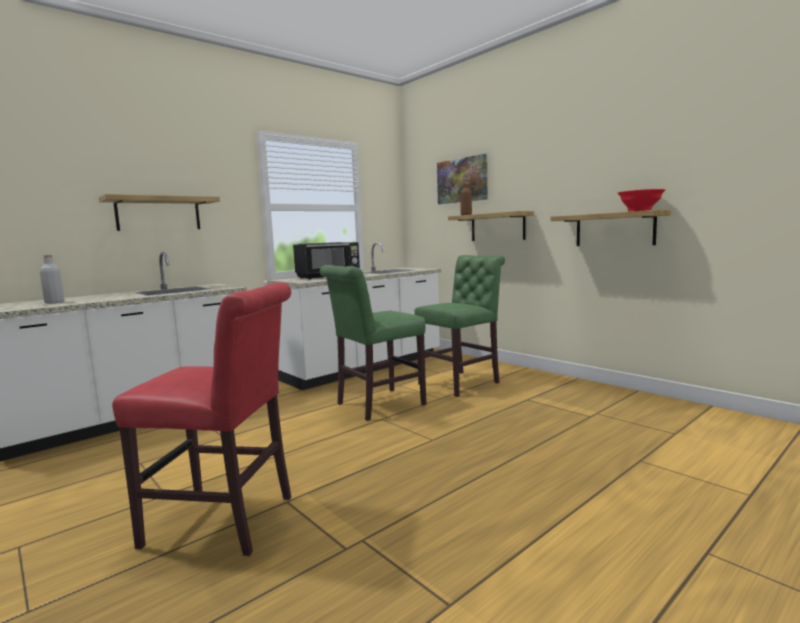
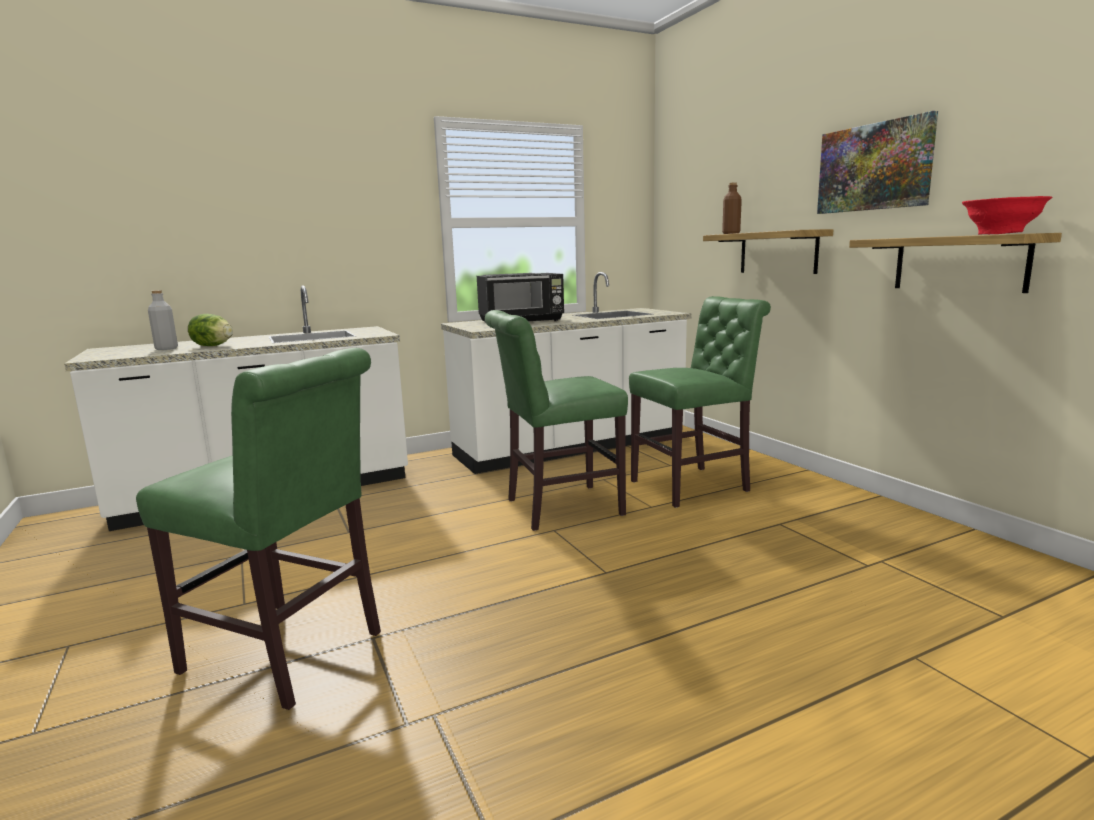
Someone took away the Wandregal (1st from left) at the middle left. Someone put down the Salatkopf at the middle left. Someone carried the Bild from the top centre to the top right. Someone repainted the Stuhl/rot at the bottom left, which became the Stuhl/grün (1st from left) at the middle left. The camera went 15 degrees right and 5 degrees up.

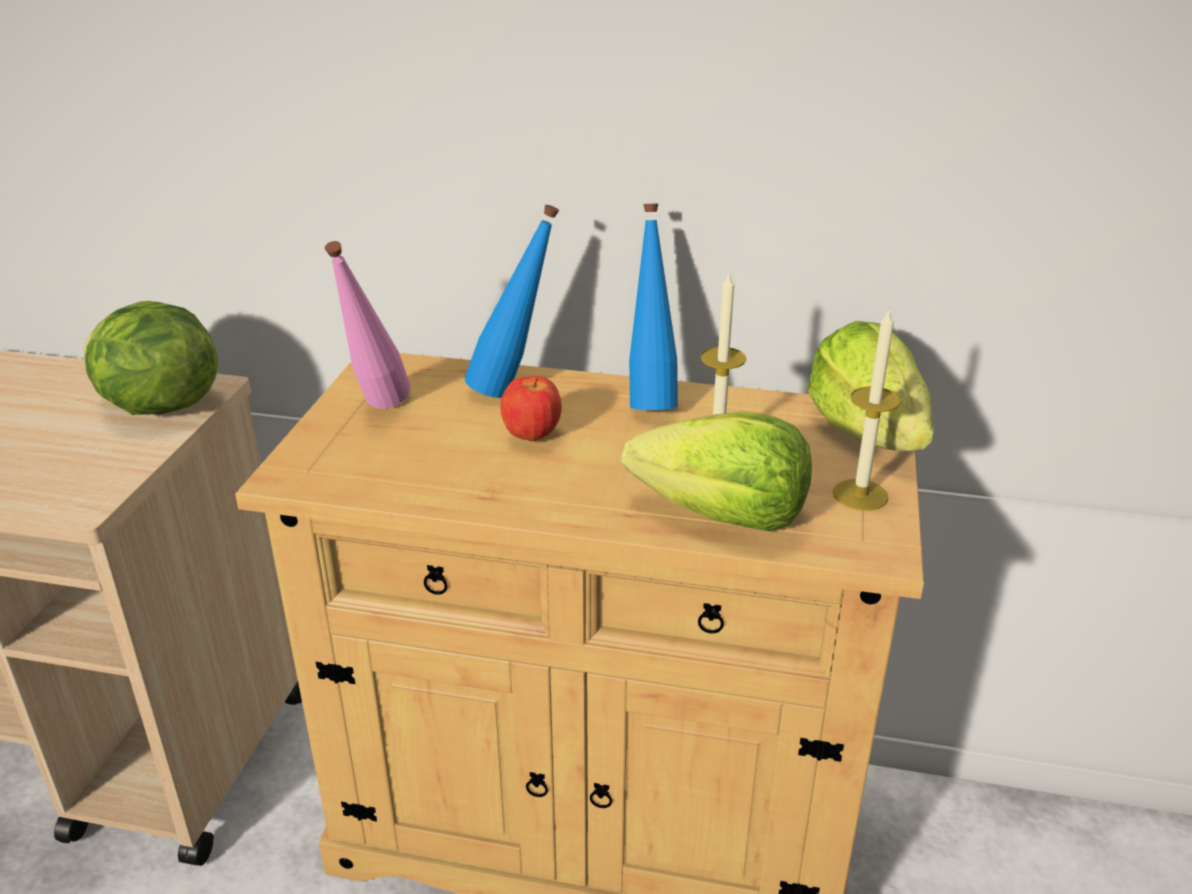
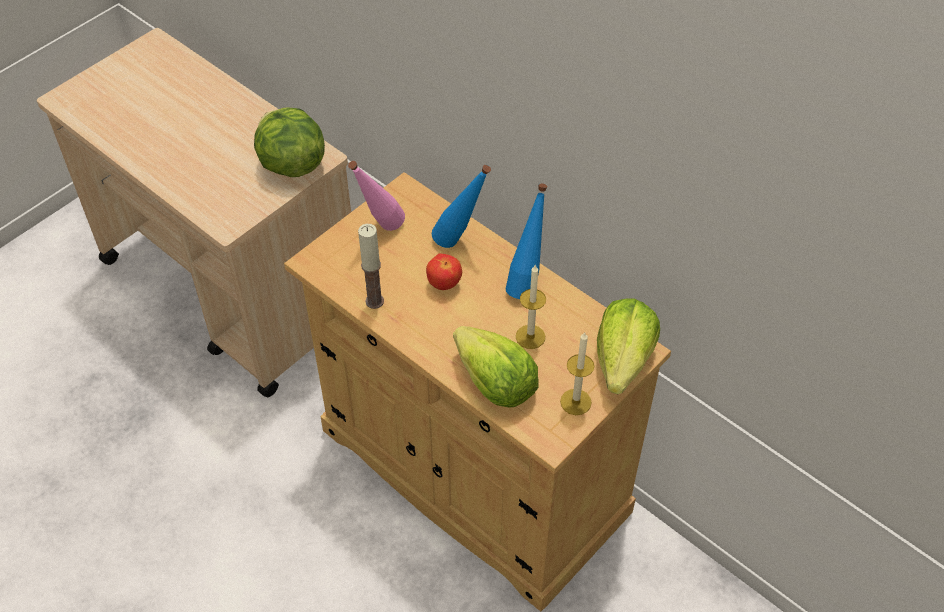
Someone put down the Kerze (1st from left) at the centre. The camera went 30 degrees right and 20 degrees up.

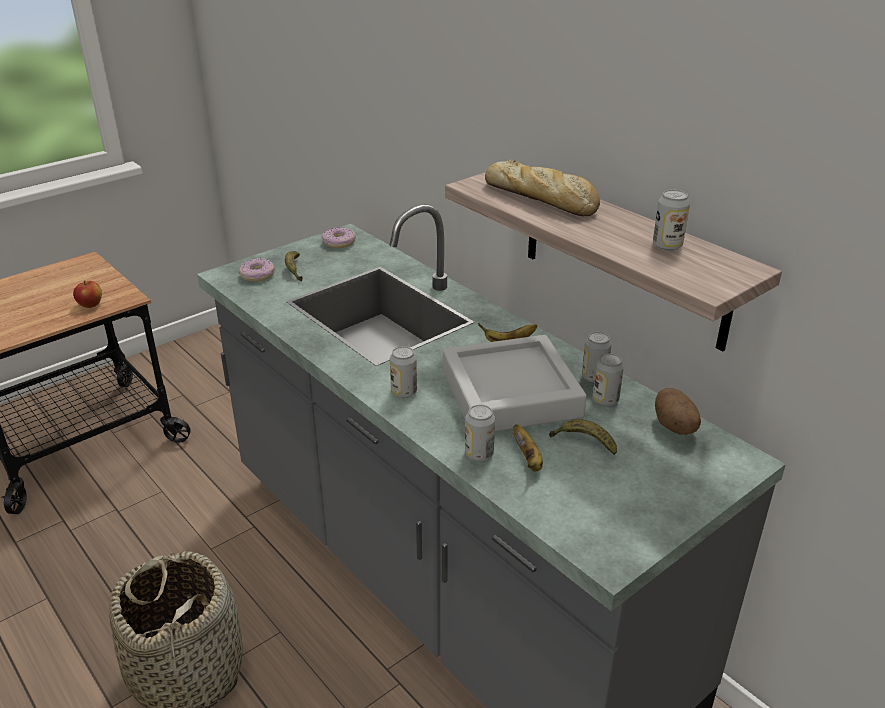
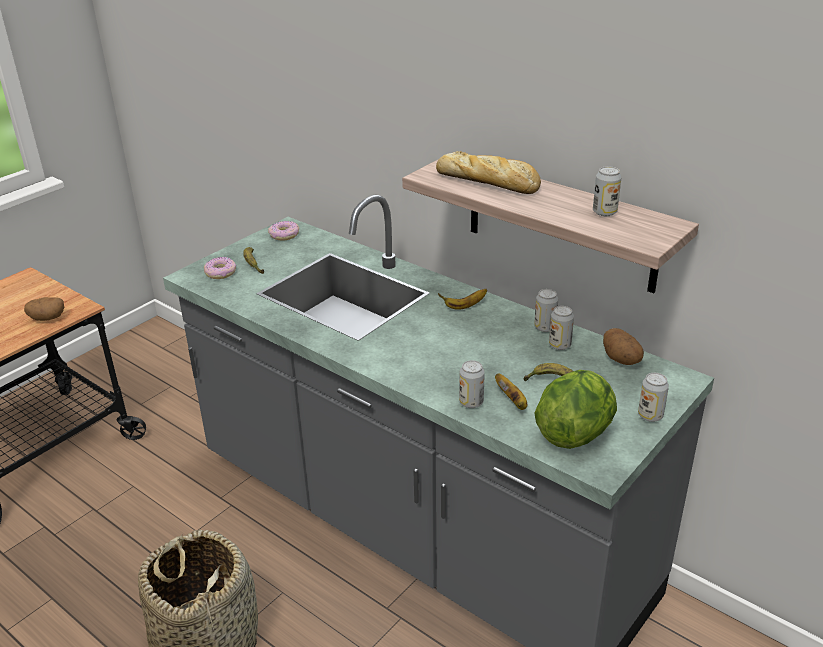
Someone took away the Tablett/grau at the centre. Someone put down the Salatkopf at the middle right. Someone carried the Dose (1st from left in the first image) from the centre to the middle right. Someone swapped the Apfel at the middle left for the Kartoffel (1st from left) at the middle left. The camera went 10 degrees left and 0 degrees up.

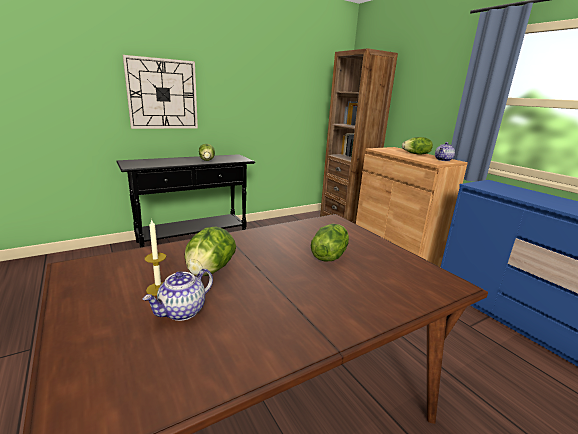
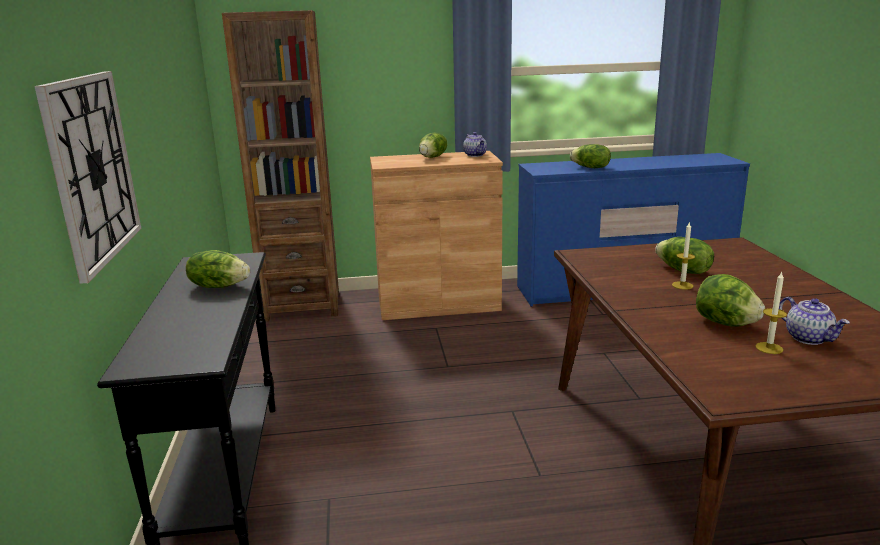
Someone put down the Salatkopf (3rd from left) at the top right. Someone put down the Kerze (1st from left) at the middle right. The camera went 65 degrees left and 0 degrees up.

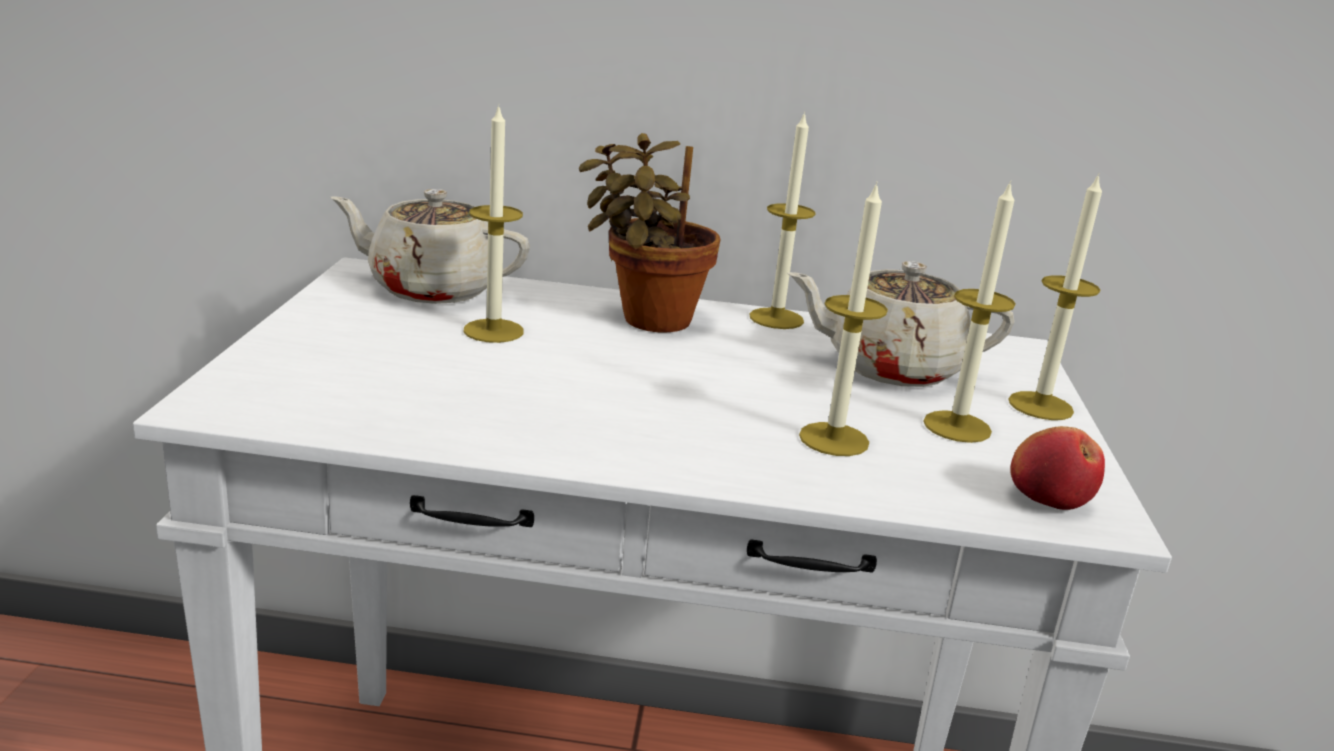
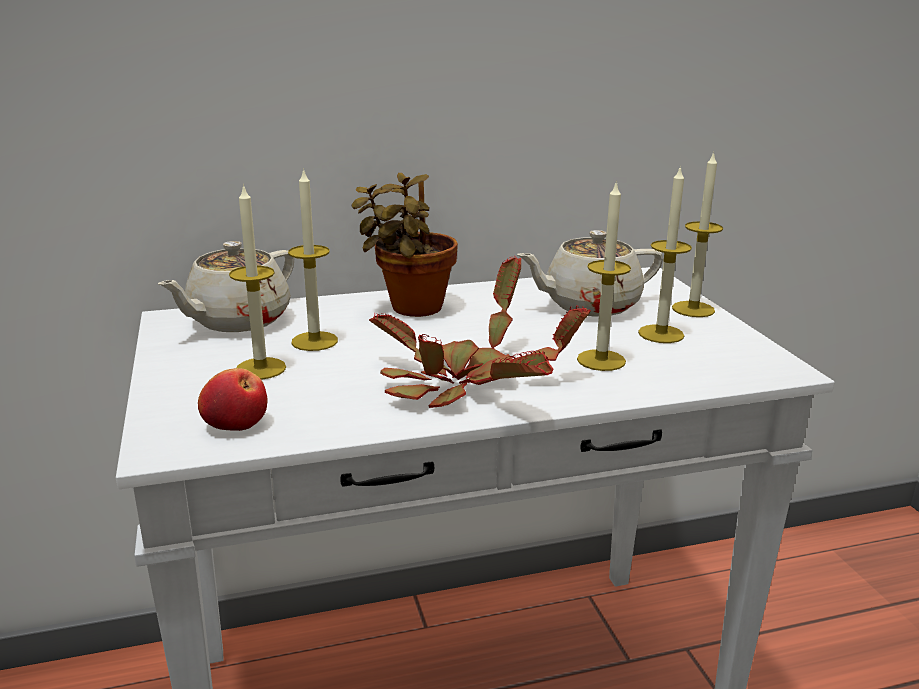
Someone put down the Topfpflanze (2nd from left) at the centre. Someone carried the Kerze (2nd from left in the first image) from the top centre to the middle left. Someone carried the Apfel from the middle right to the middle left. Someone rotated the Teekanne/beige (1st from left) at the top left by 45 degrees counterclockwise. The camera went 20 degrees left and 0 degrees up.

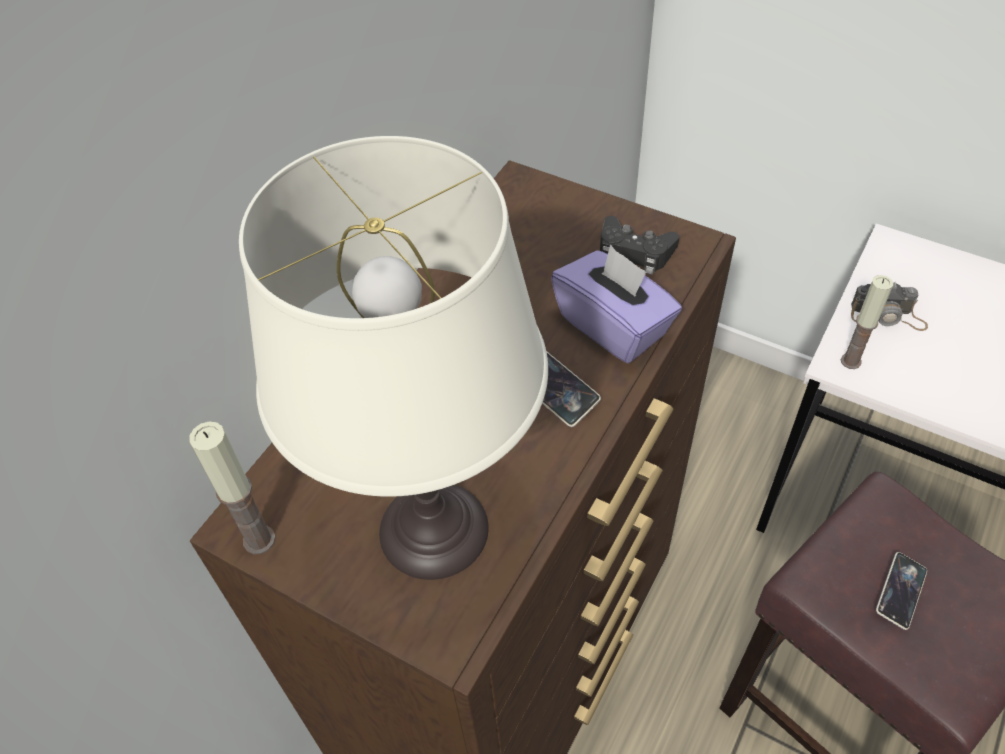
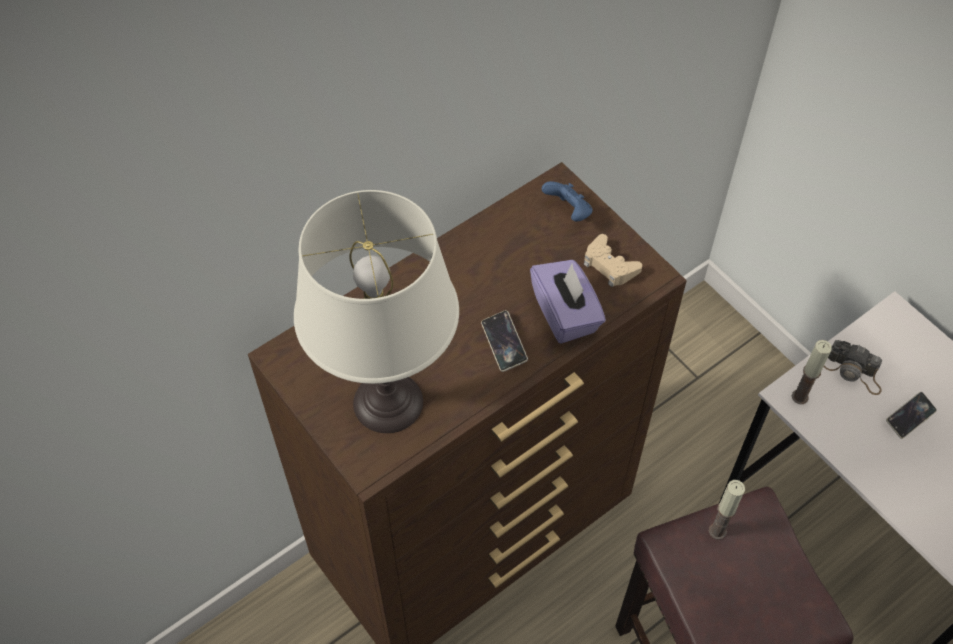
Someone put down the Gamepad/blau at the top centre. Someone carried the Kerze (1st from left) from the middle left to the bottom right. Someone carried the Handy (2nd from left) from the bottom right to the middle right. Someone repainted the Gamepad/schwarz at the top centre, which became the Gamepad/beige at the centre. The camera went 20 degrees right and 5 degrees up.

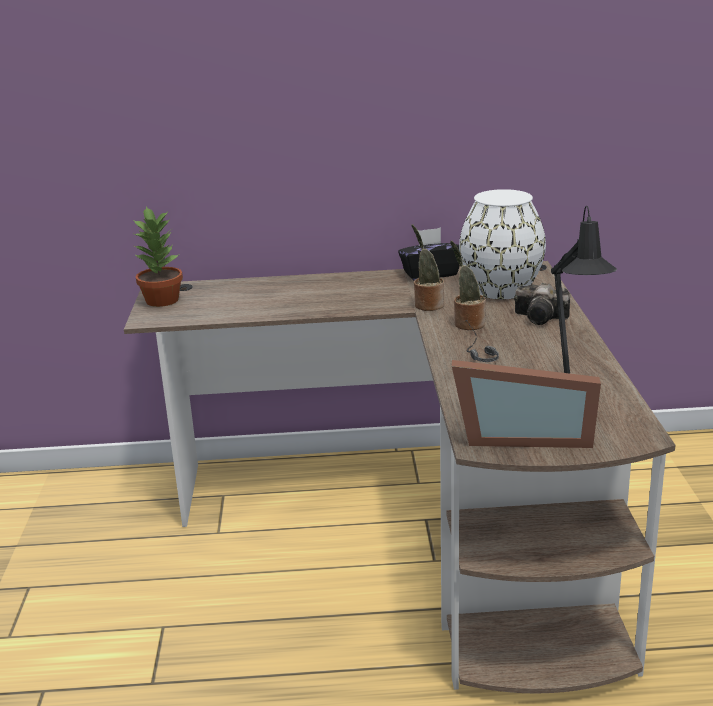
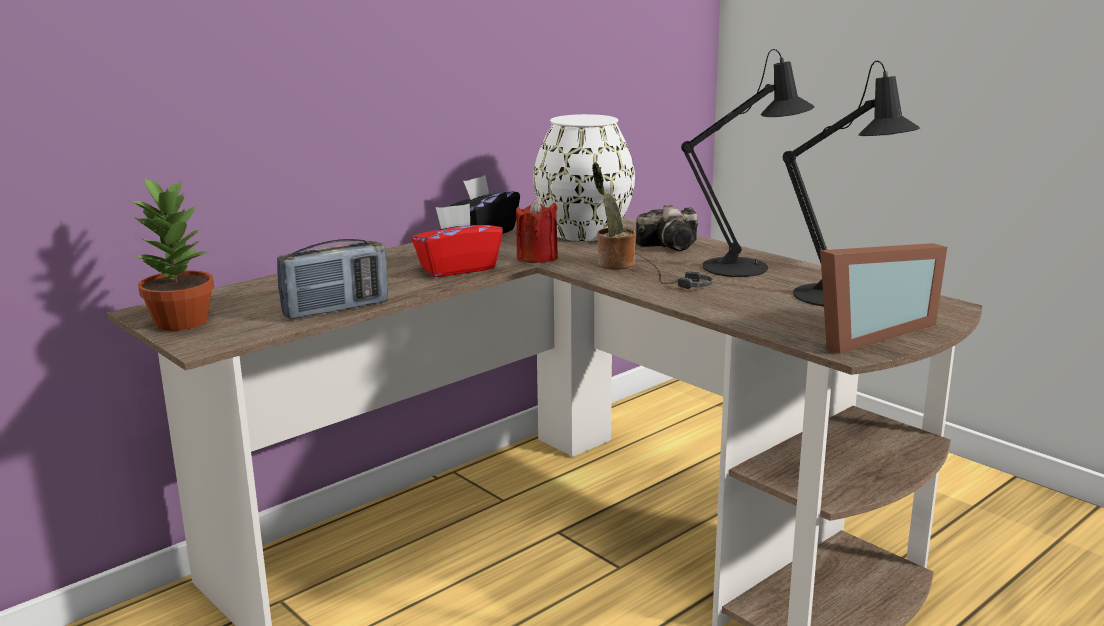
Someone put down the Radio at the middle left. Someone put down the Taschentuchbox/rot at the centre. Someone put down the Tischlampe/schwarz (1st from left) at the top right. Someone swapped the Topfpflanze (2nd from left) at the centre for the Kerze/rot at the centre. The camera went 40 degrees left and 5 degrees down.

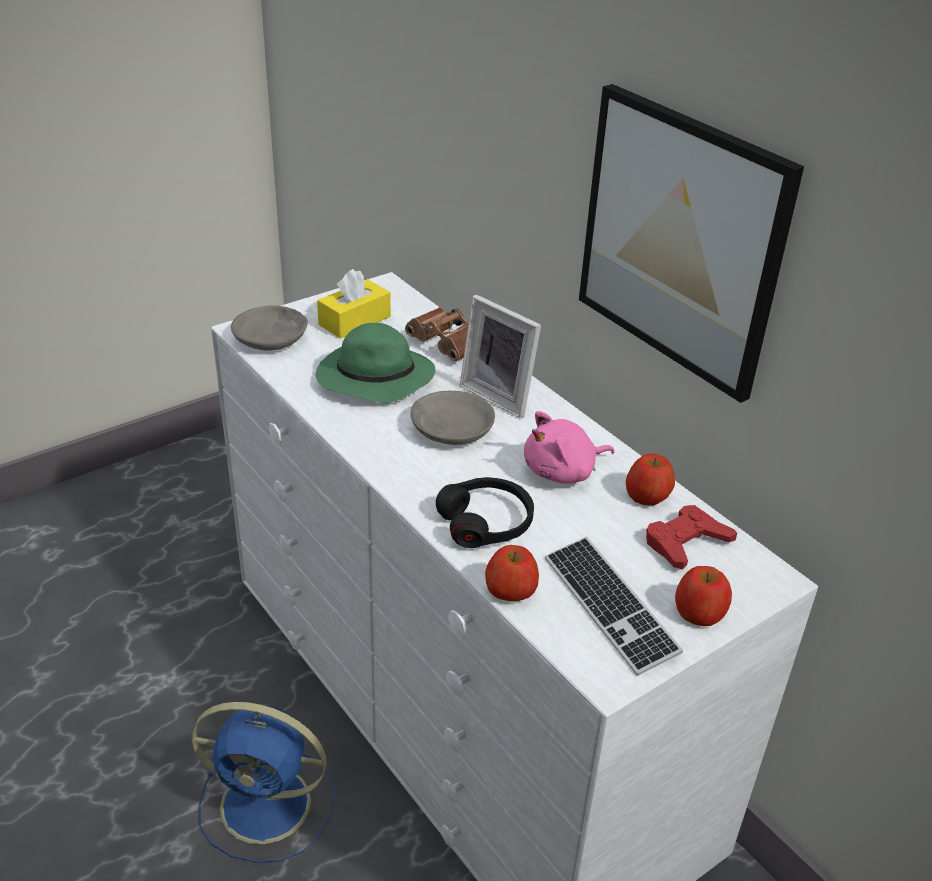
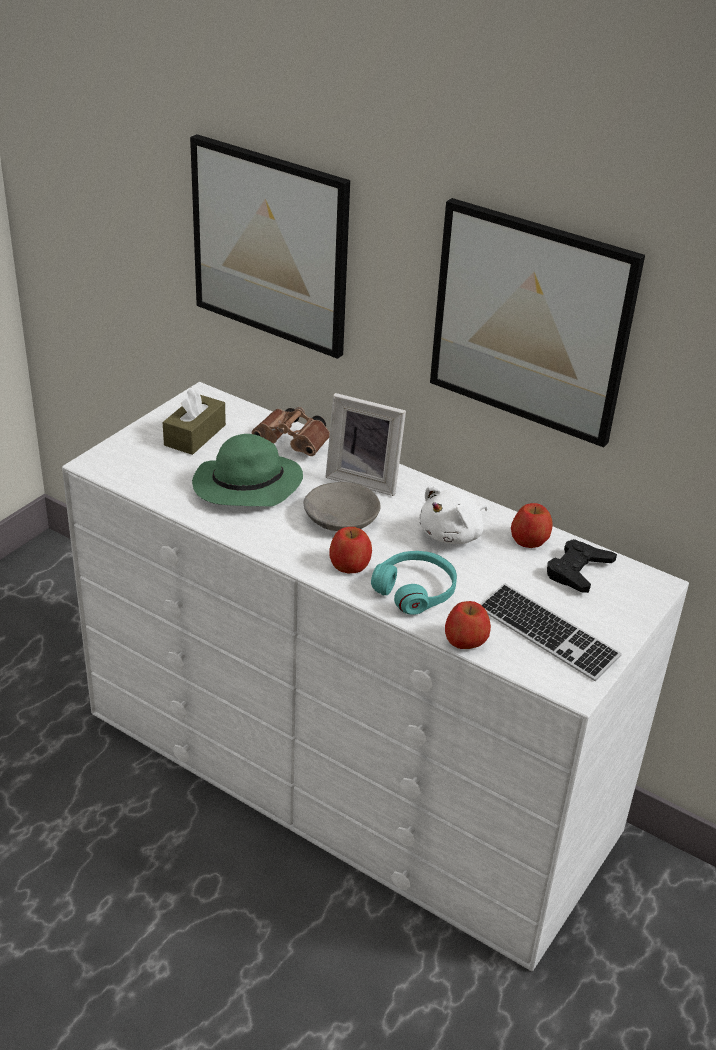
Someone took away the Ventilator/blau at the bottom left. Someone took away the Schüssel/grau (1st from left) at the middle left. Someone put up the Bild (1st from left) at the top centre. Someone carried the Apfel (3rd from left in the first image) from the bottom right to the centre. Someone repainted the Taschentuchbox/gelb at the centre, which became the Taschentuchbox/braun at the middle left. Someone repainted the Kopfhörer/schwarz at the centre, which became the Kopfhörer/türkis at the centre. Someone repainted the Plüschtier/rosa at the centre, which became the Plüschtier/weiß at the centre. Someone repainted the Gamepad/rot at the middle right, which became the Gamepad/schwarz at the middle right. The camera went 20 degrees left and 0 degrees up.

